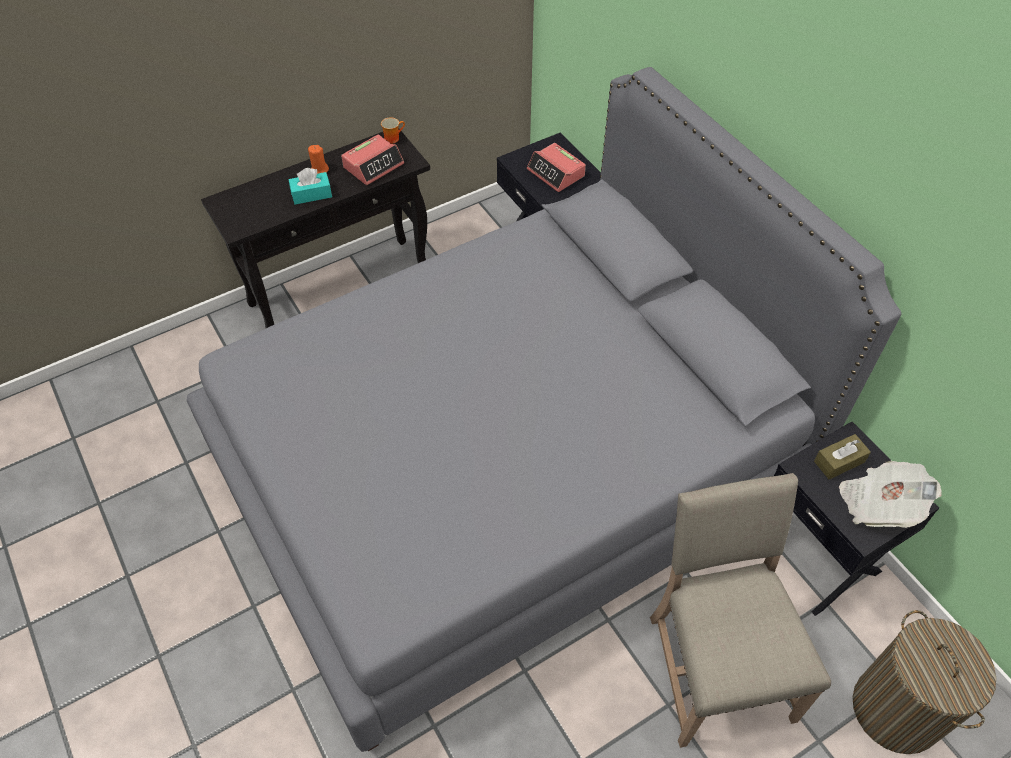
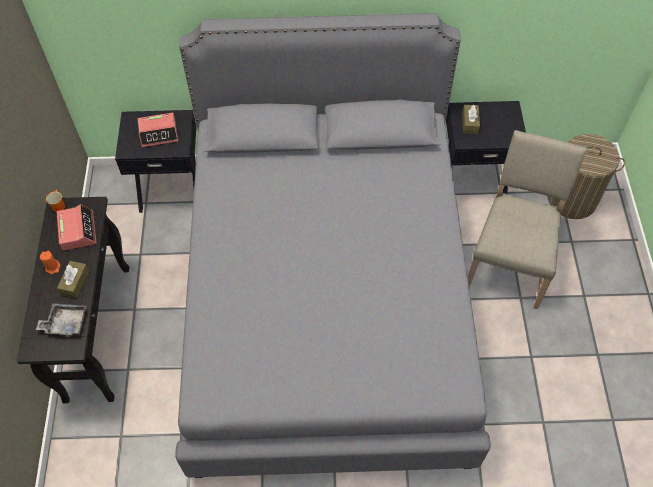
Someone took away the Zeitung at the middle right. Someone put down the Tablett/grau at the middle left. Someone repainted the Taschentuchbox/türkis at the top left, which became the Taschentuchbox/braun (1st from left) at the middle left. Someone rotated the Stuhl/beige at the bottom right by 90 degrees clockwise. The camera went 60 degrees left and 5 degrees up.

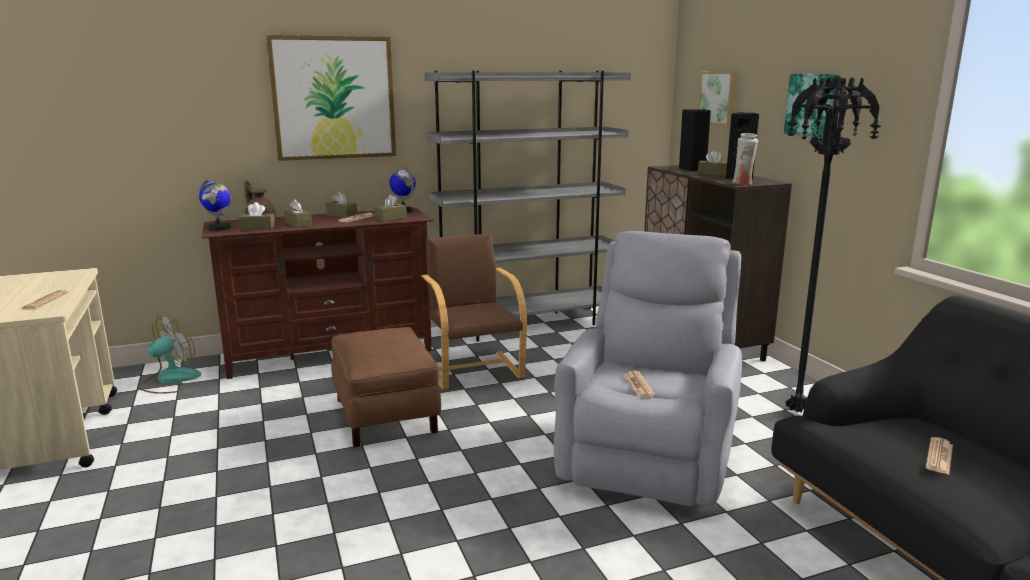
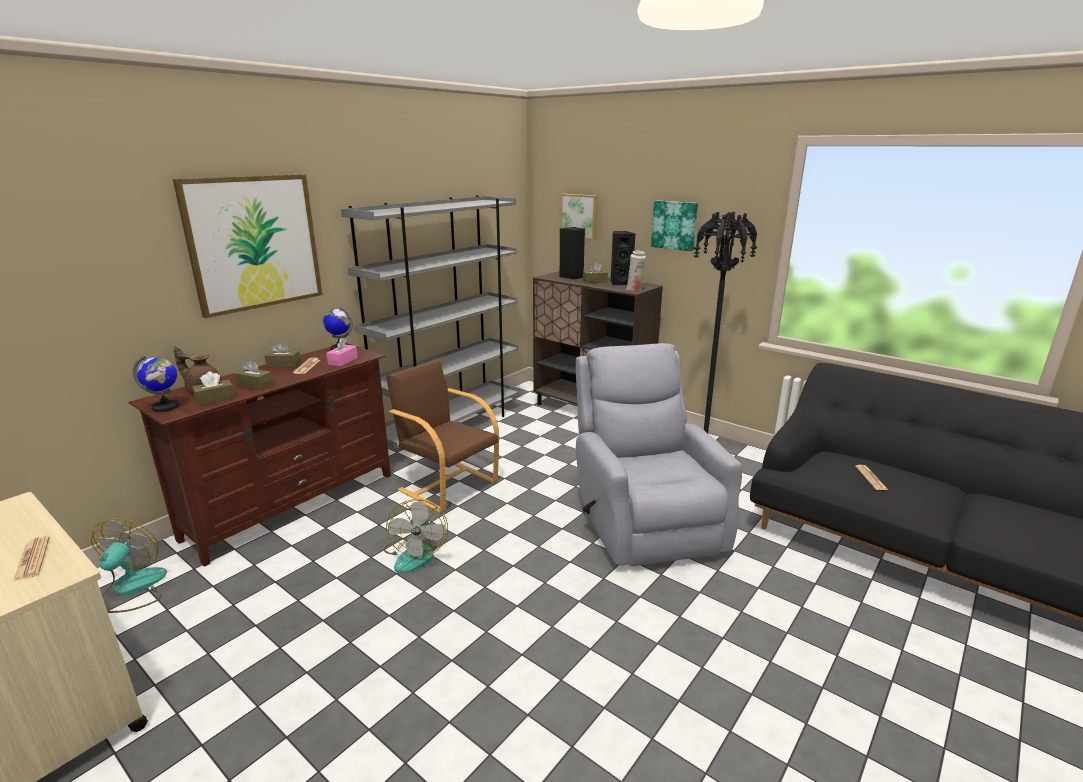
Someone took away the Zeitung (3rd from left) at the centre. Someone swapped the Polsterhocker/braun at the bottom centre for the Ventilator (2nd from left) at the bottom centre. Someone repainted the Taschentuchbox/braun (4th from left) at the centre, which became the Taschentuchbox/rosa at the middle left. The camera went 30 degrees left and 5 degrees up.

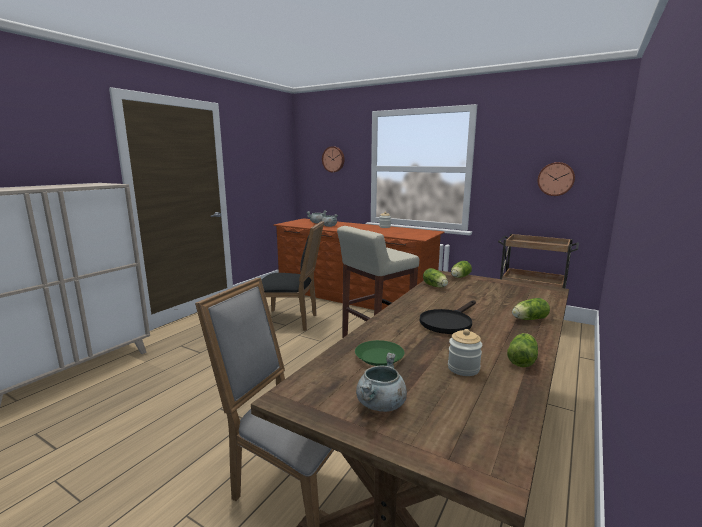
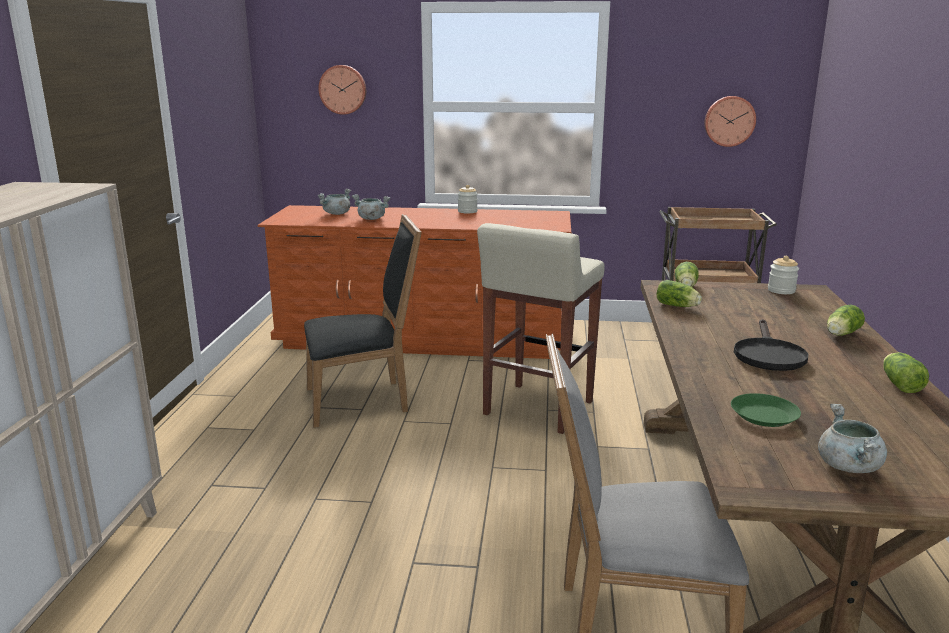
Someone carried the Vorratsglas (2nd from left) from the bottom centre to the middle right. The camera went 25 degrees left and 5 degrees up.

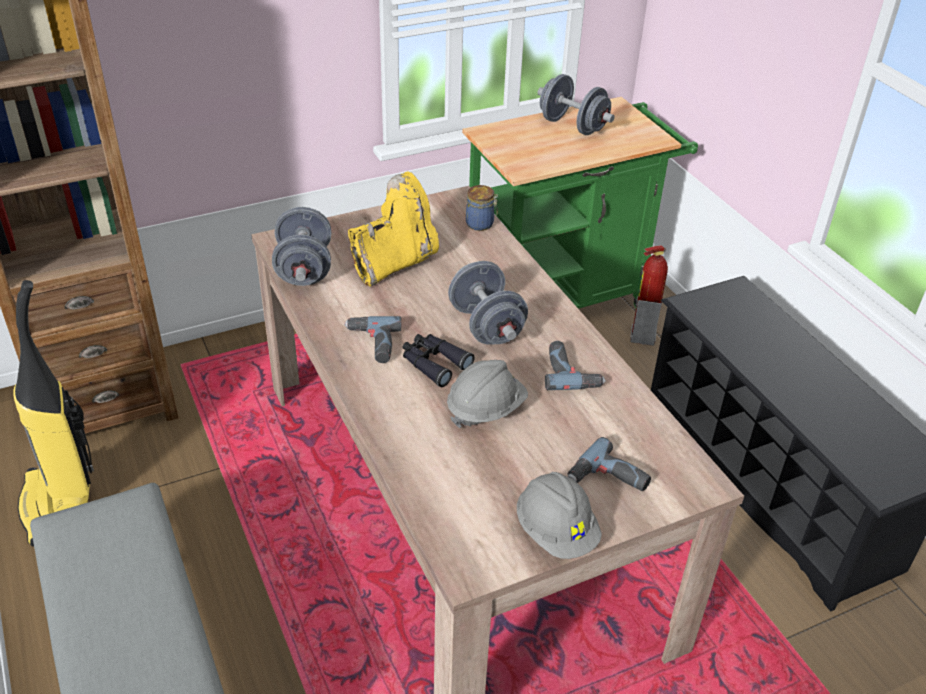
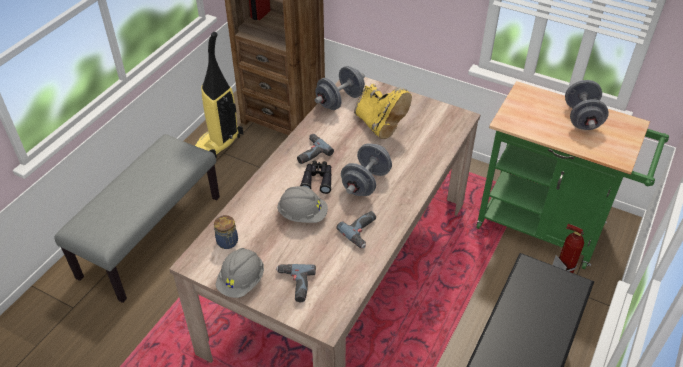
Someone carried the Vorratsglas from the top centre to the middle left. Someone rotated the Stiefel/gelb at the top centre by 45 degrees clockwise. The camera went 55 degrees right and 5 degrees up.

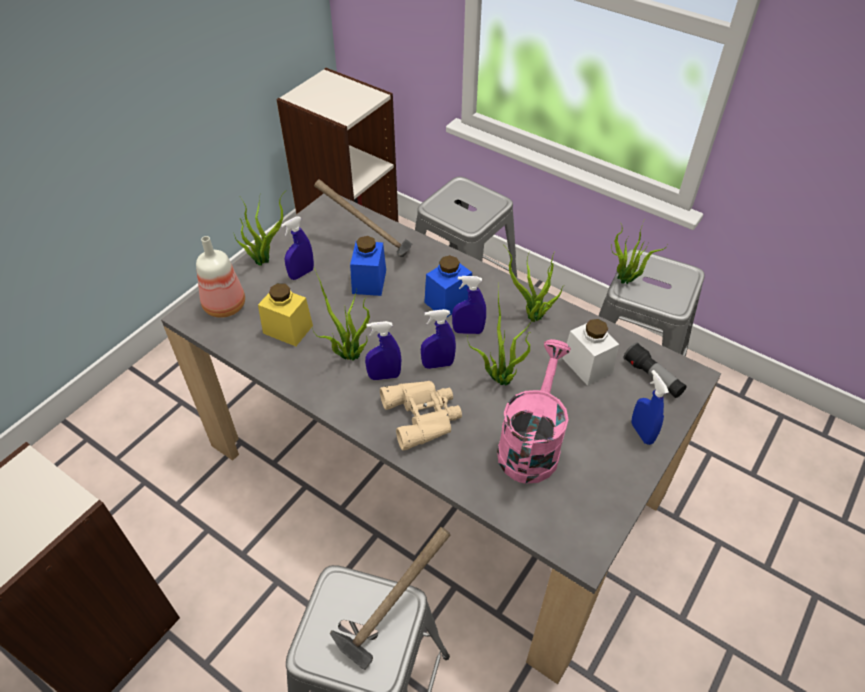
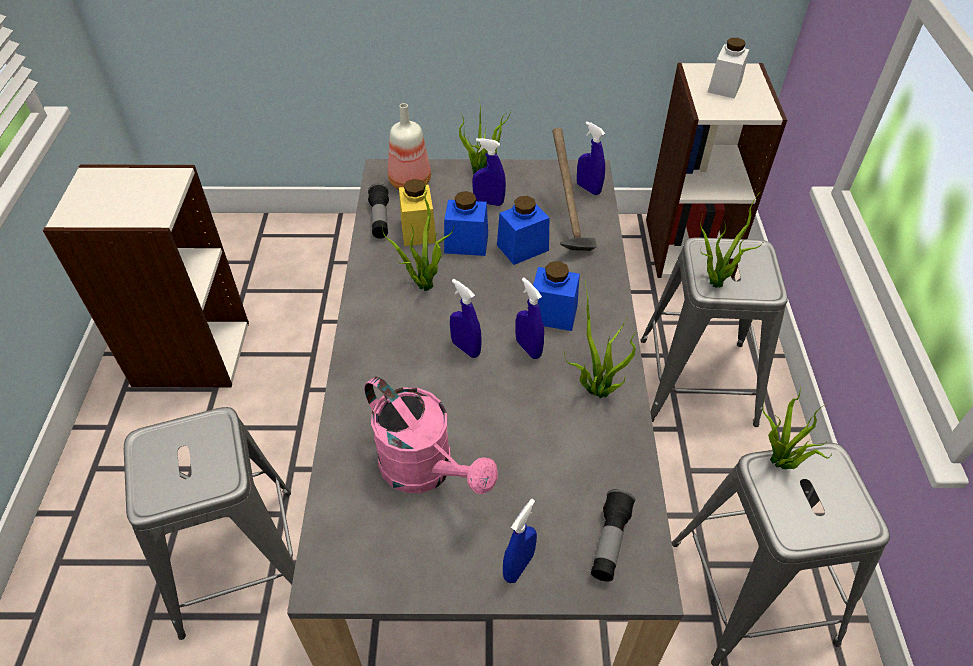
Someone took away the Hammer (2nd from left) at the bottom centre. Someone took away the Fernglas/beige at the centre. Someone put down the Taschenlampe (1st from left) at the top centre. Someone put down the Vorratsglas/blau (1st from left) at the centre. Someone carried the Sprühflasche/blau (2nd from left in the first image) from the centre to the top centre. Someone carried the Topfpflanze (3rd from left in the first image) from the centre to the middle right. Someone carried the Vorratsglas/weiß from the middle right to the top right. Someone rotated the Gießkanne/rosa at the centre by 60 degrees clockwise. The camera went 55 degrees right and 0 degrees up.

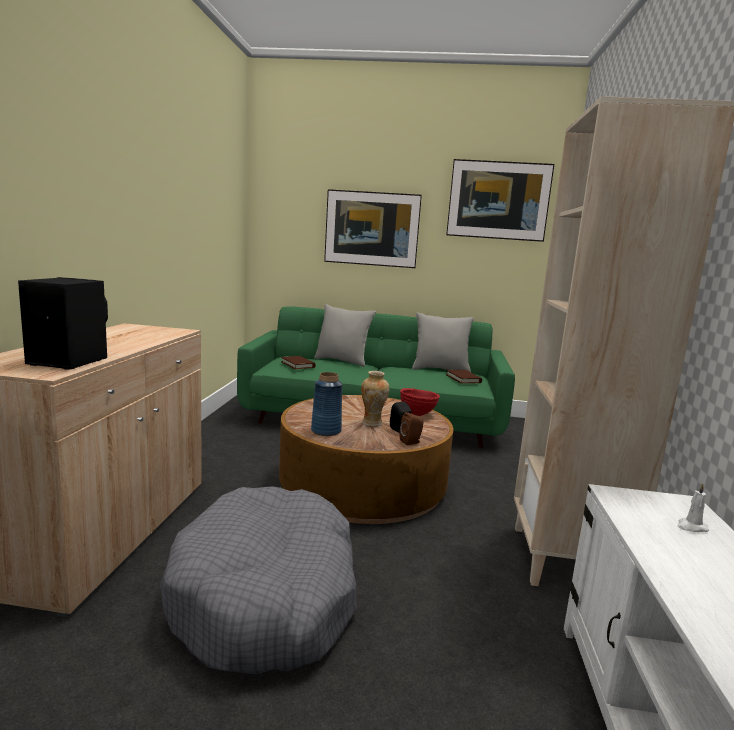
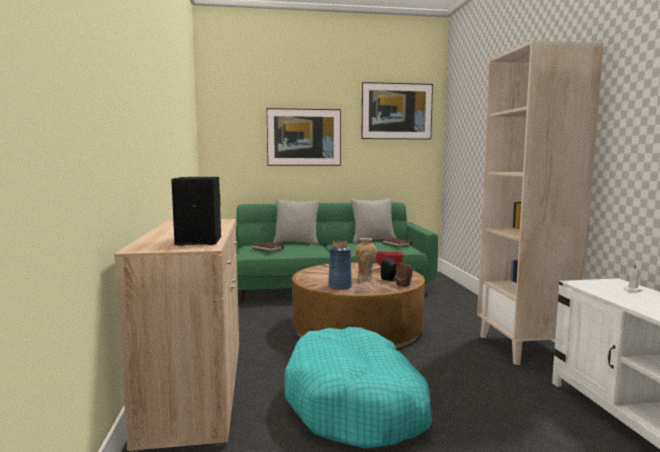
Someone repainted the Hundebett/grau at the bottom centre, which became the Hundebett/türkis at the bottom centre. The camera went 15 degrees left and 5 degrees down.

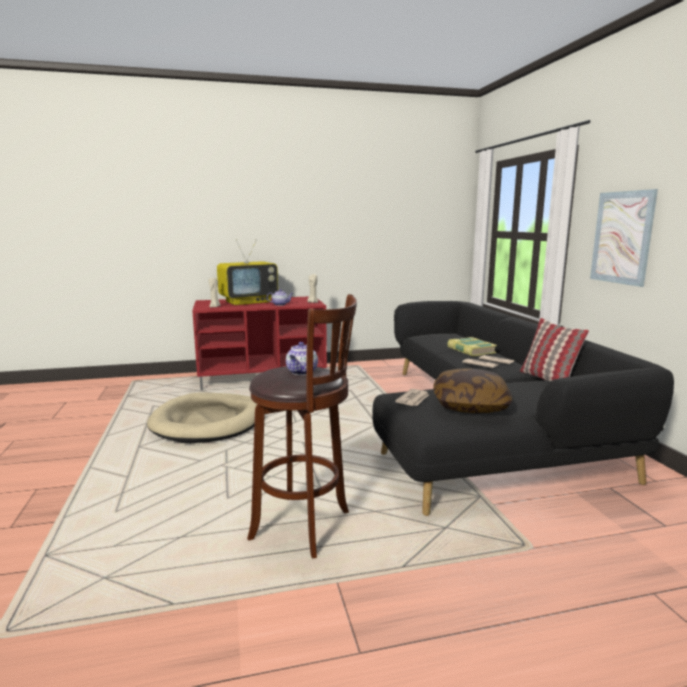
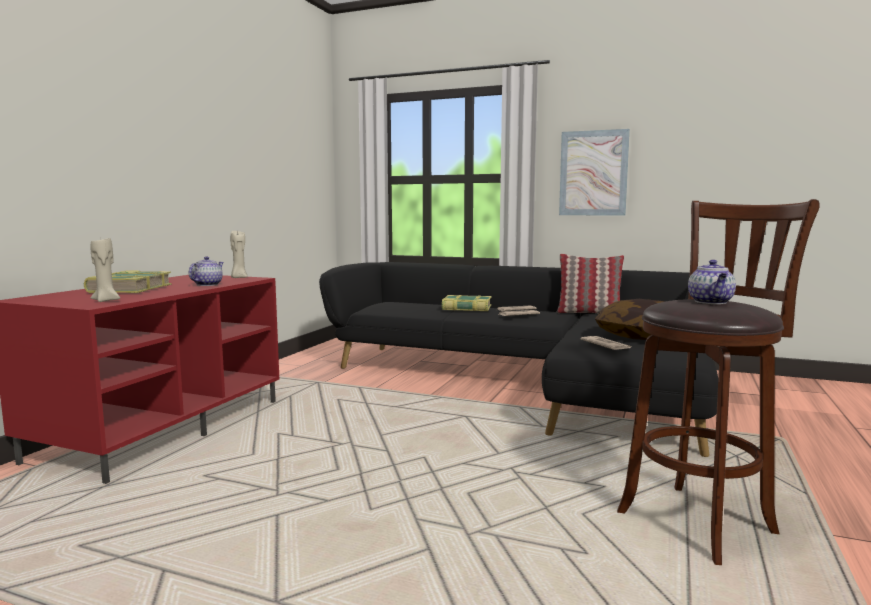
Someone took away the Hundebett/beige at the middle left. Someone swapped the Fernseher at the centre for the Buch (1st from left) at the middle left. Someone rotated the Teekanne (2nd from left) at the centre by 45 degrees clockwise. The camera went 55 degrees left and 5 degrees down.

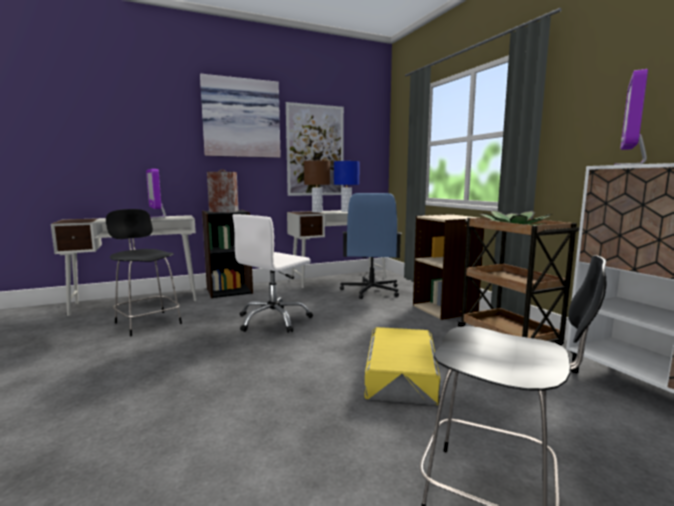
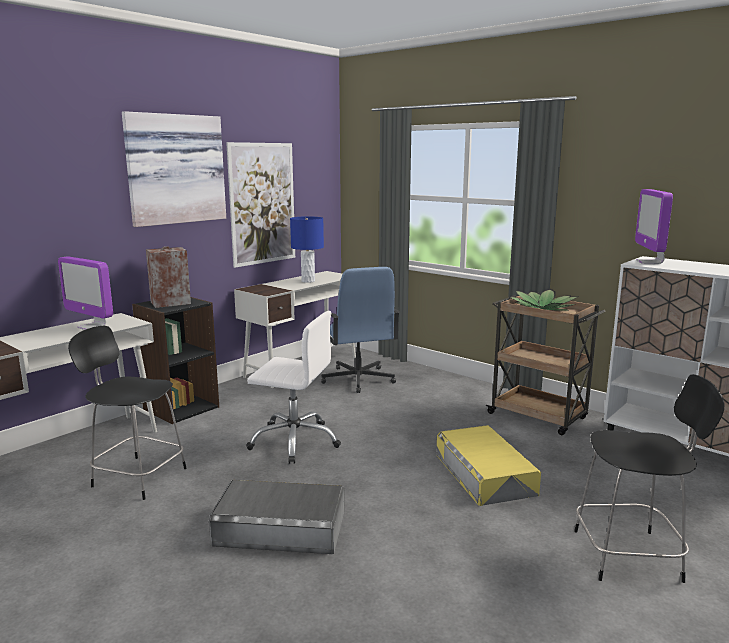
Someone took away the Tischlampe/braun at the centre. Someone took away the Bücherregal/beige at the centre. Someone put down the Aufbewahrungsbox/grau at the bottom centre. Someone rotated the Bürostuhl/weiß at the centre by 90 degrees counterclockwise. The camera went 25 degrees left and 5 degrees up.

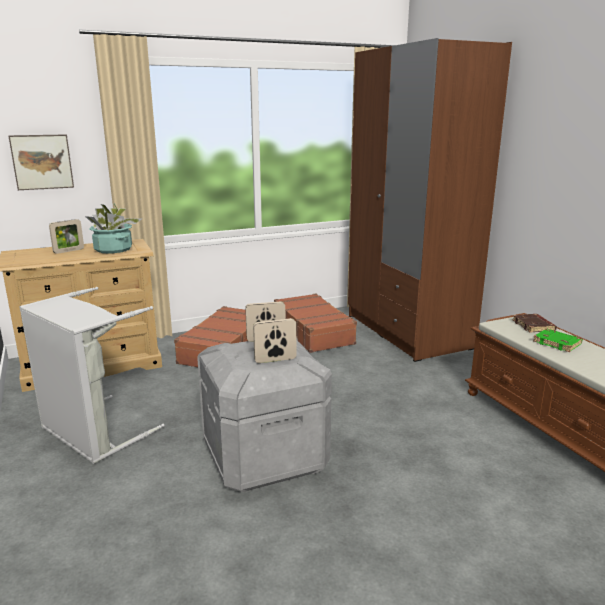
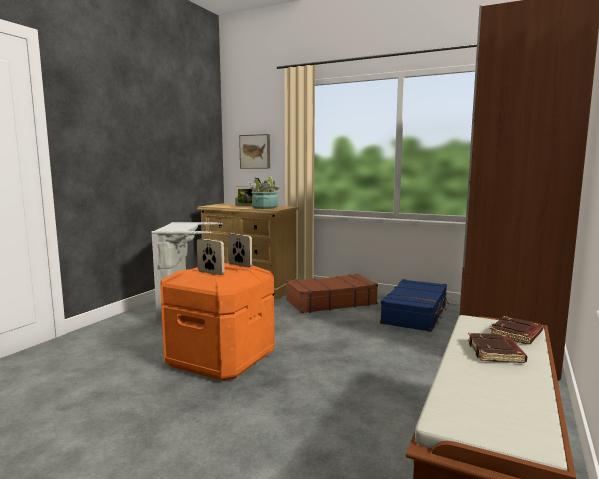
Someone repainted the Aufbewahrungsbox/grau at the bottom centre, which became the Aufbewahrungsbox/orange at the bottom centre. Someone repainted the Koffer/braun (2nd from left) at the centre, which became the Koffer/blau at the middle right. Someone repainted the Buch/grün at the middle right, which became the Buch/braun (1st from left) at the bottom right. The camera went 50 degrees right and 10 degrees down.

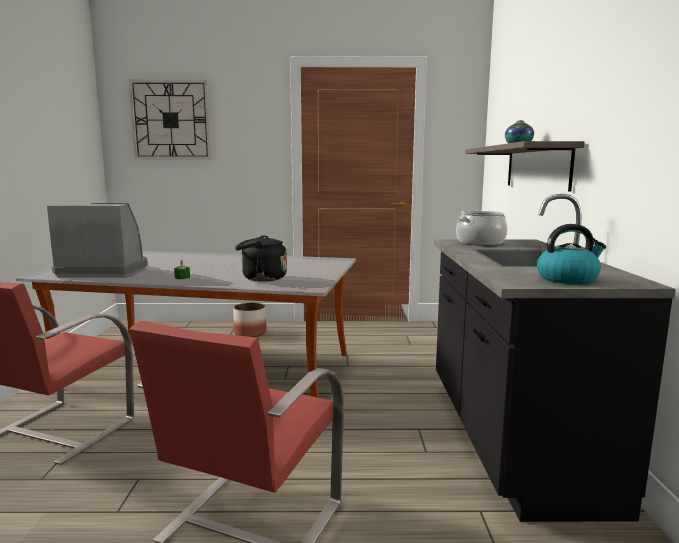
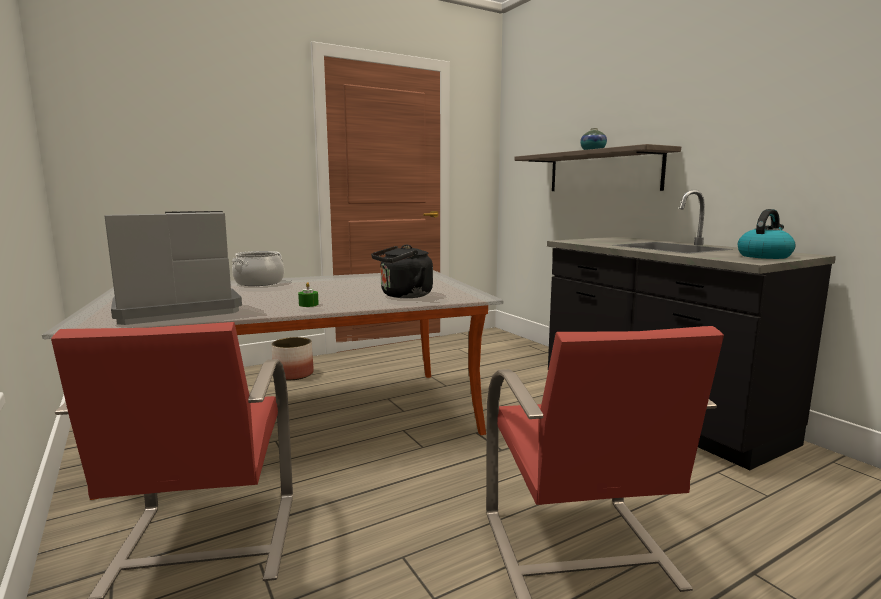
Someone took away the Wanduhr at the top left. Someone carried the Kochtopf from the middle right to the middle left. The camera went 30 degrees left and 0 degrees up.

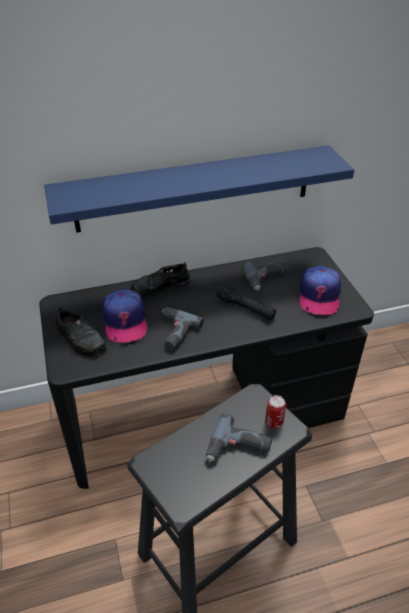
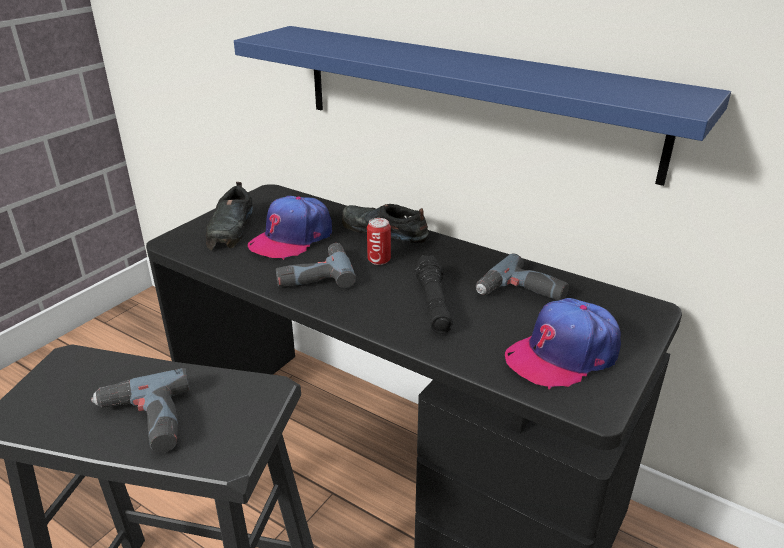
Someone carried the Dose from the bottom right to the centre. The camera went 50 degrees right and 10 degrees down.

